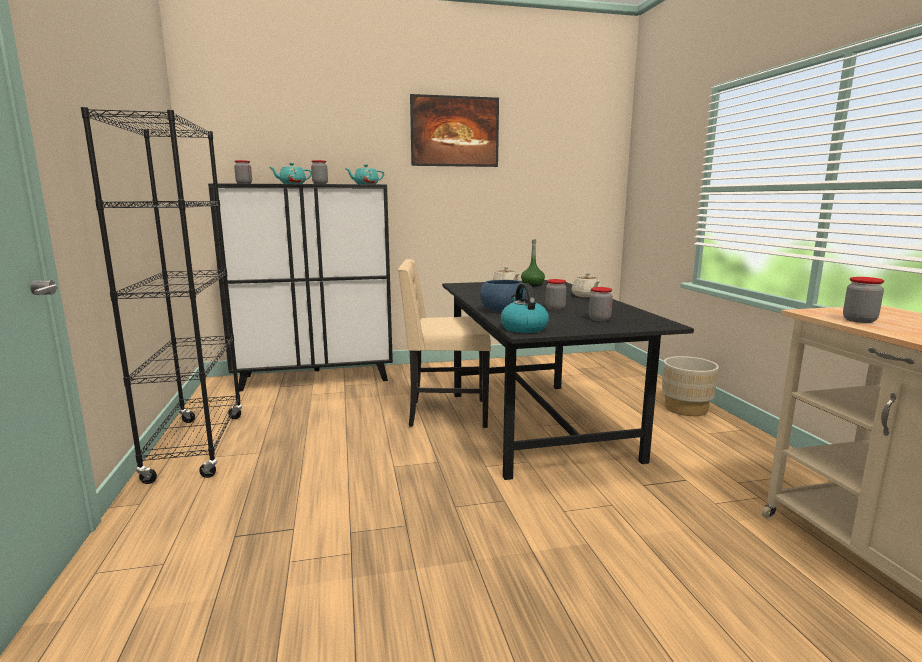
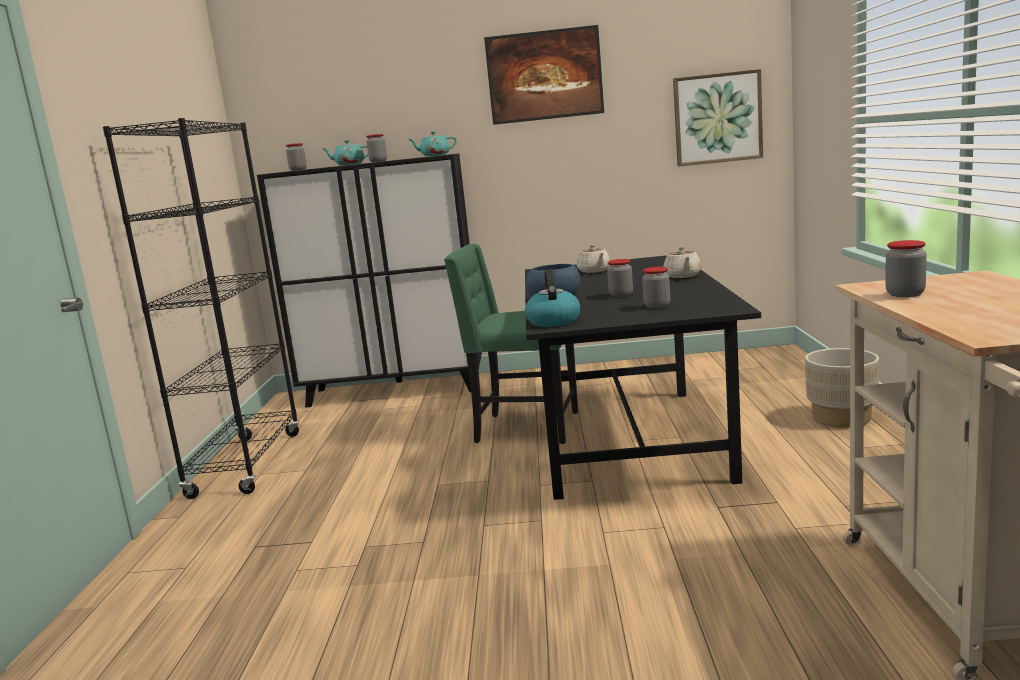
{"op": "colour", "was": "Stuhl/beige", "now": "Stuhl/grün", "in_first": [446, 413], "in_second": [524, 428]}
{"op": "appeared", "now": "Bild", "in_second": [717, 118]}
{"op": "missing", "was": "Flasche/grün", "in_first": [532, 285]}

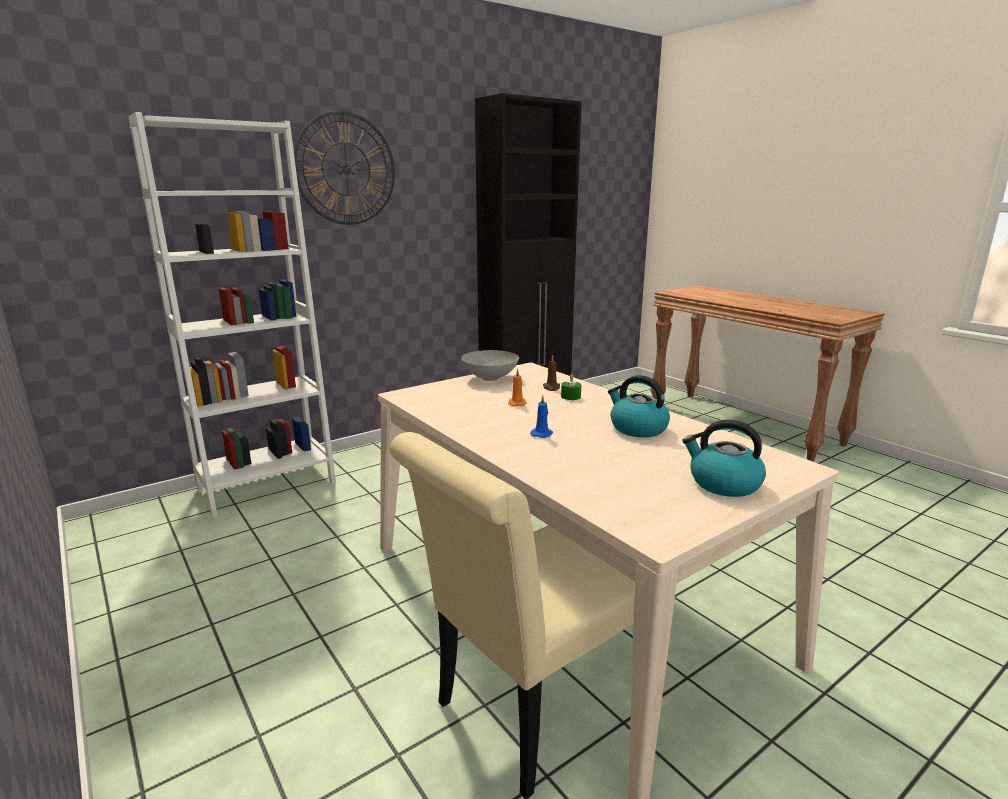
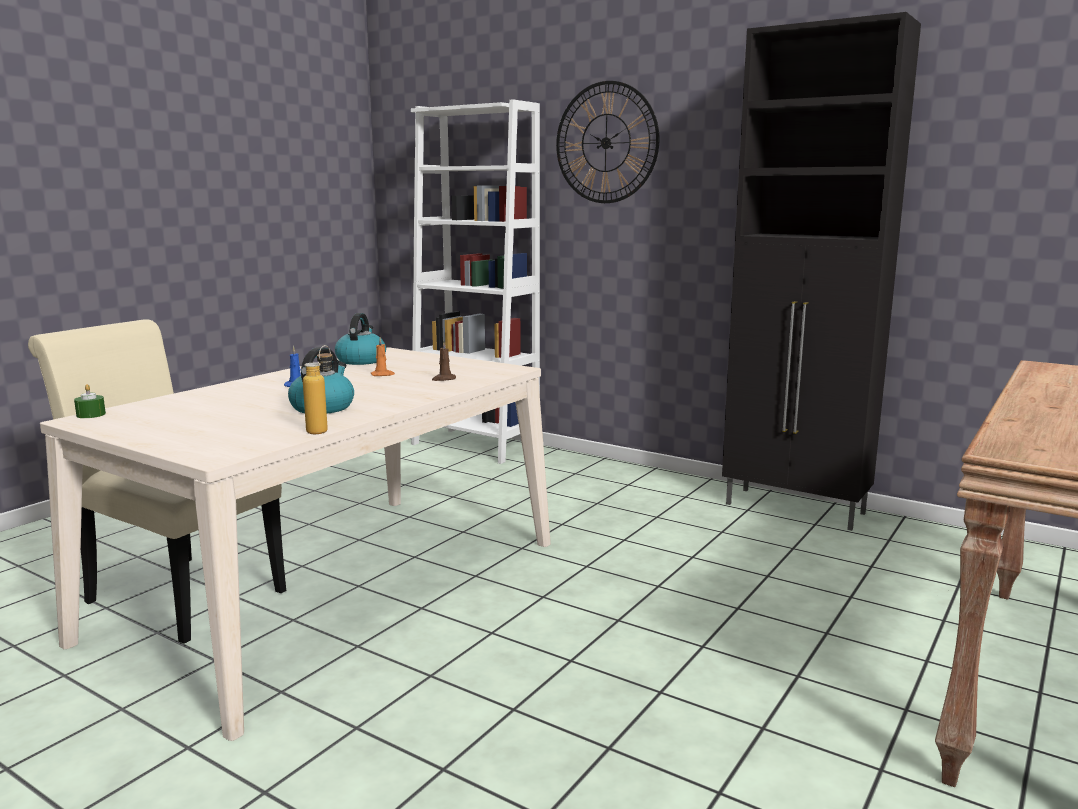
{"op": "relocated", "was": "Kerze/grün", "in_first": [570, 396], "in_second": [91, 414]}
{"op": "appeared", "now": "Flasche", "in_second": [322, 429]}
{"op": "relocated", "was": "Wasserkessel", "in_first": [723, 483], "in_second": [361, 360]}
{"op": "missing", "was": "Schüssel/grau", "in_first": [491, 378]}

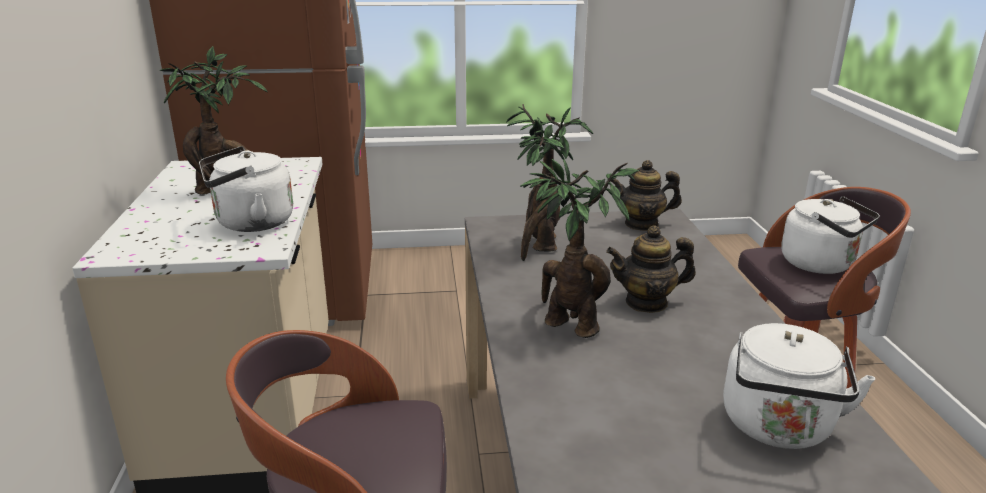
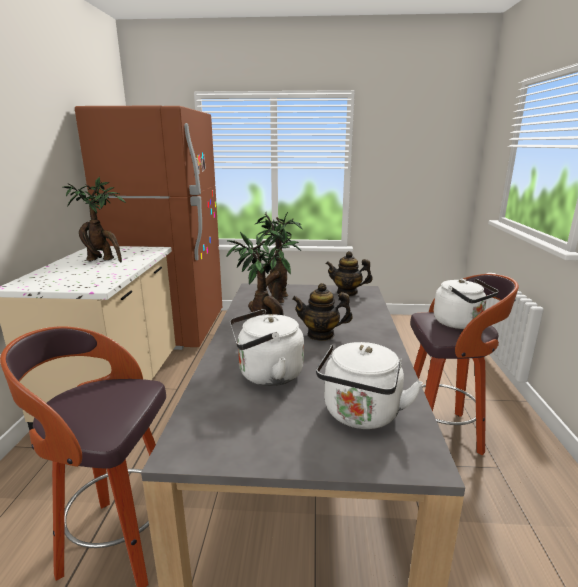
{"op": "relocated", "was": "Wasserkessel/weiß", "in_first": [250, 223], "in_second": [266, 375]}

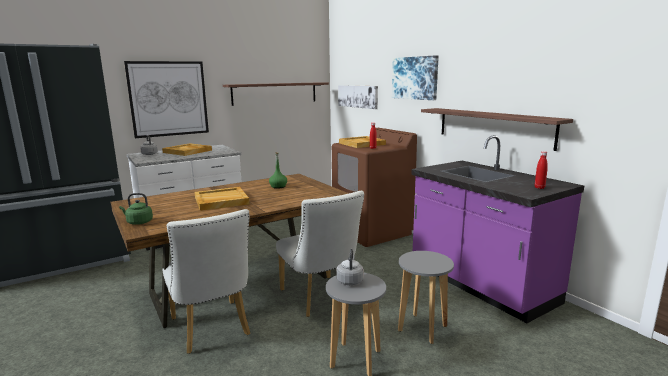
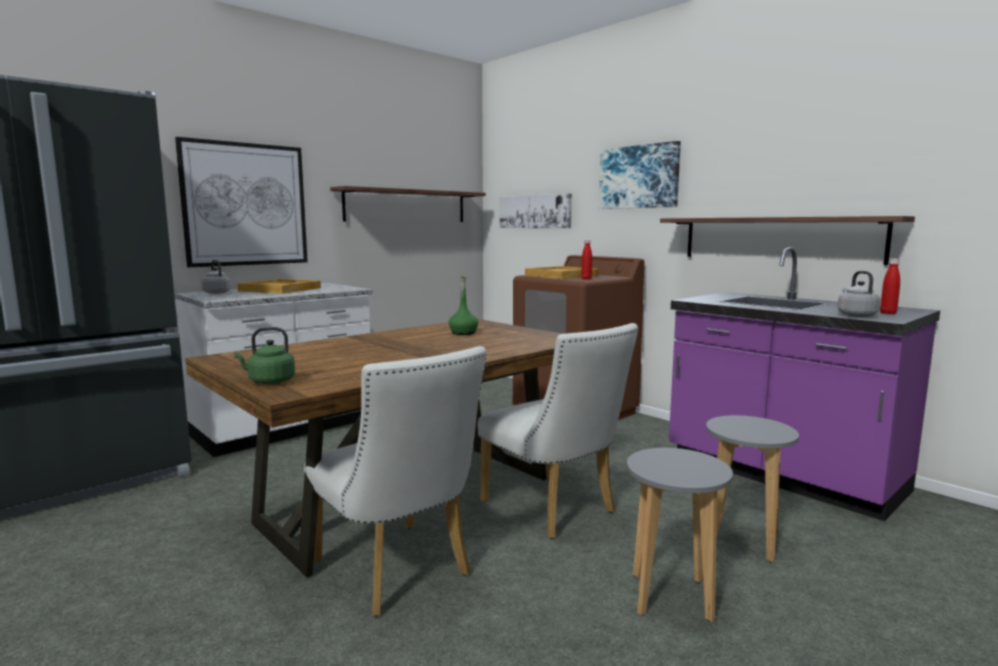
{"op": "relocated", "was": "Wasserkessel/grau", "in_first": [350, 280], "in_second": [855, 315]}
{"op": "missing", "was": "Tablett/beige", "in_first": [221, 201]}

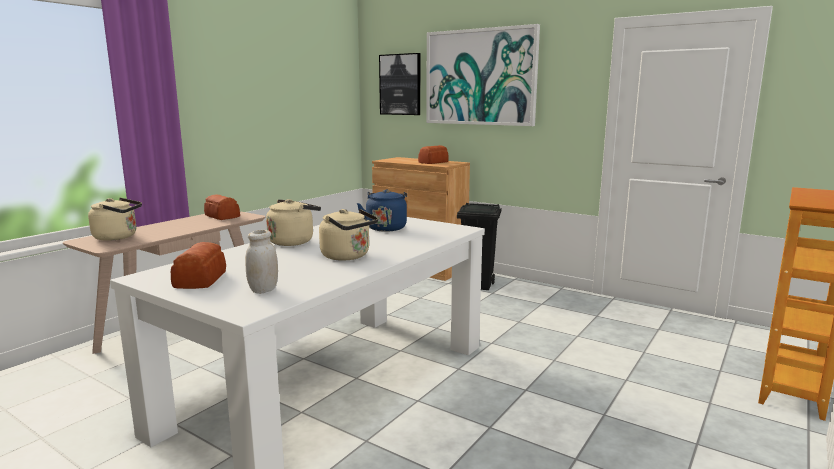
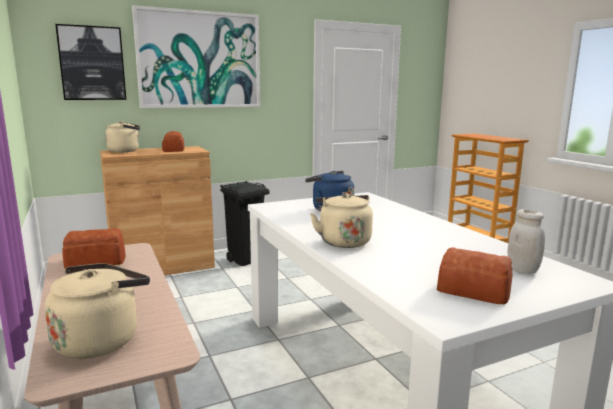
{"op": "relocated", "was": "Wasserkessel/beige", "in_first": [348, 256], "in_second": [126, 151]}

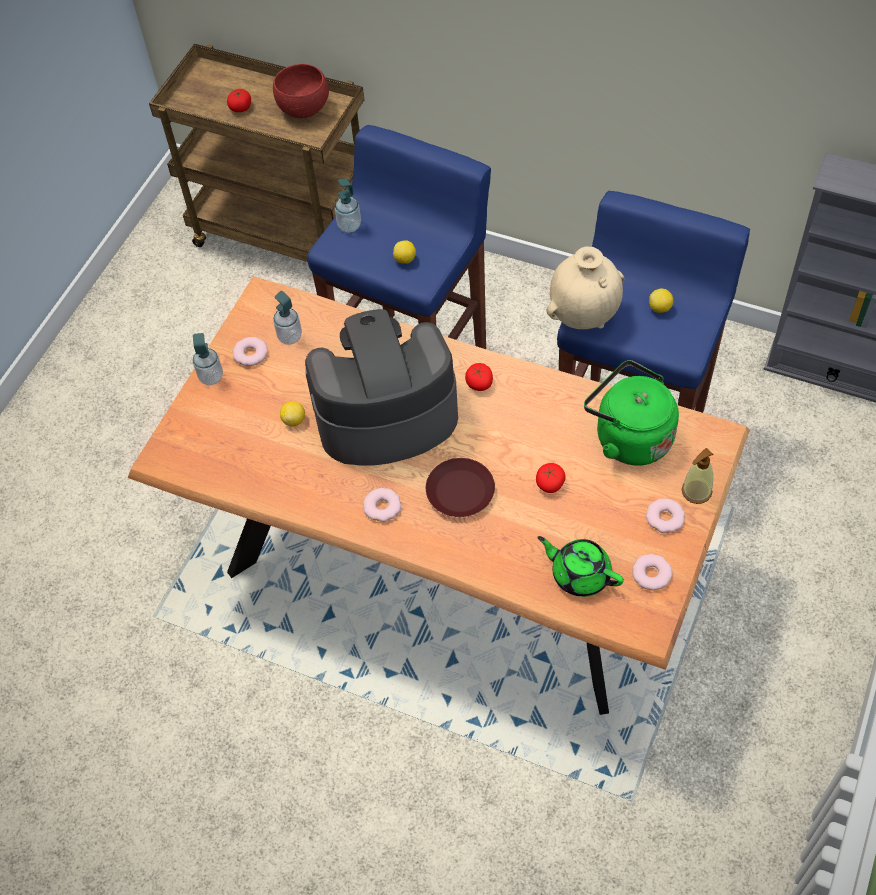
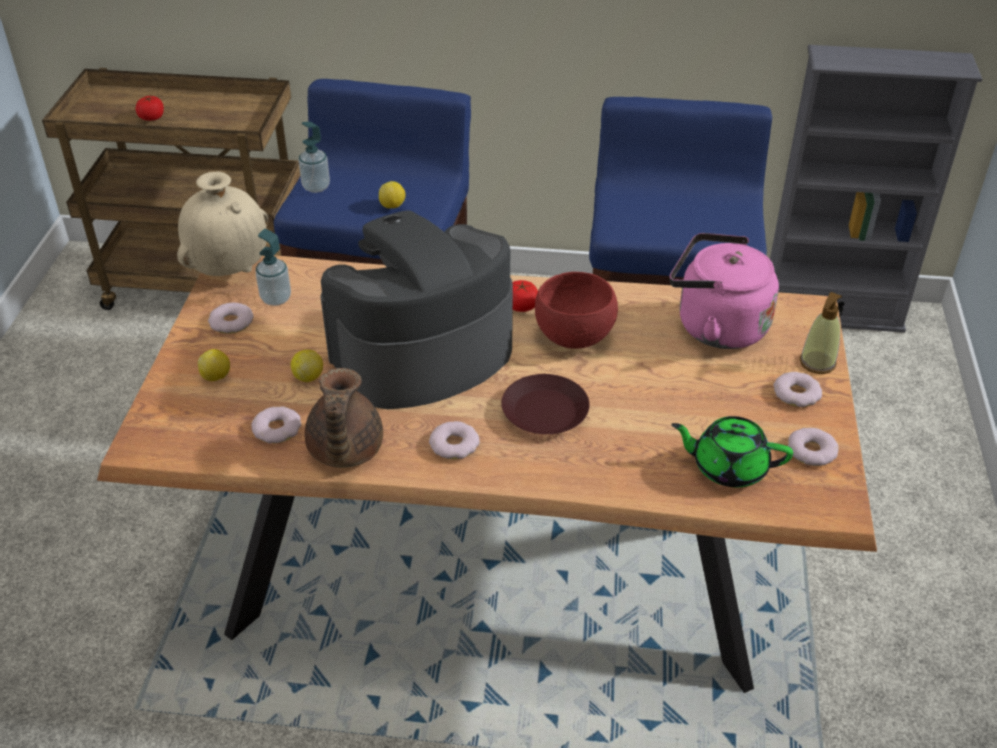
{"op": "relocated", "was": "Vase/beige", "in_first": [584, 316], "in_second": [230, 270]}
{"op": "relocated", "was": "Zitrone", "in_first": [660, 308], "in_second": [216, 377]}
{"op": "appeared", "now": "Donut", "in_second": [277, 429]}
{"op": "appeared", "now": "Teekanne/braun", "in_second": [344, 451]}
{"op": "relocated", "was": "Schüssel/rot", "in_first": [304, 108], "in_second": [575, 336]}
{"op": "colour", "was": "Wasserkessel/grün", "now": "Wasserkessel/rosa", "in_first": [629, 437], "in_second": [715, 326]}
{"op": "missing", "was": "Seifenspender", "in_first": [211, 377]}
{"op": "missing", "was": "Tomate", "in_first": [549, 483]}

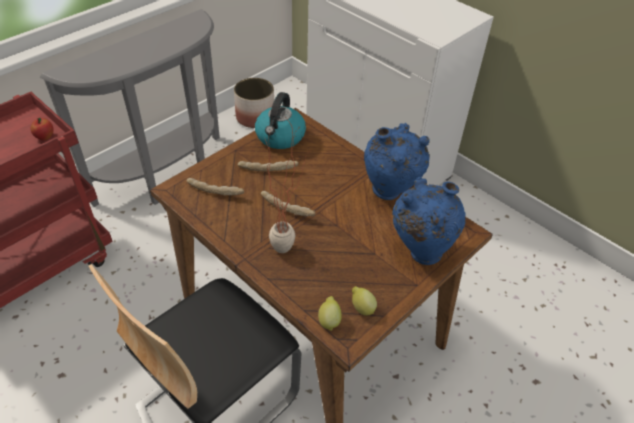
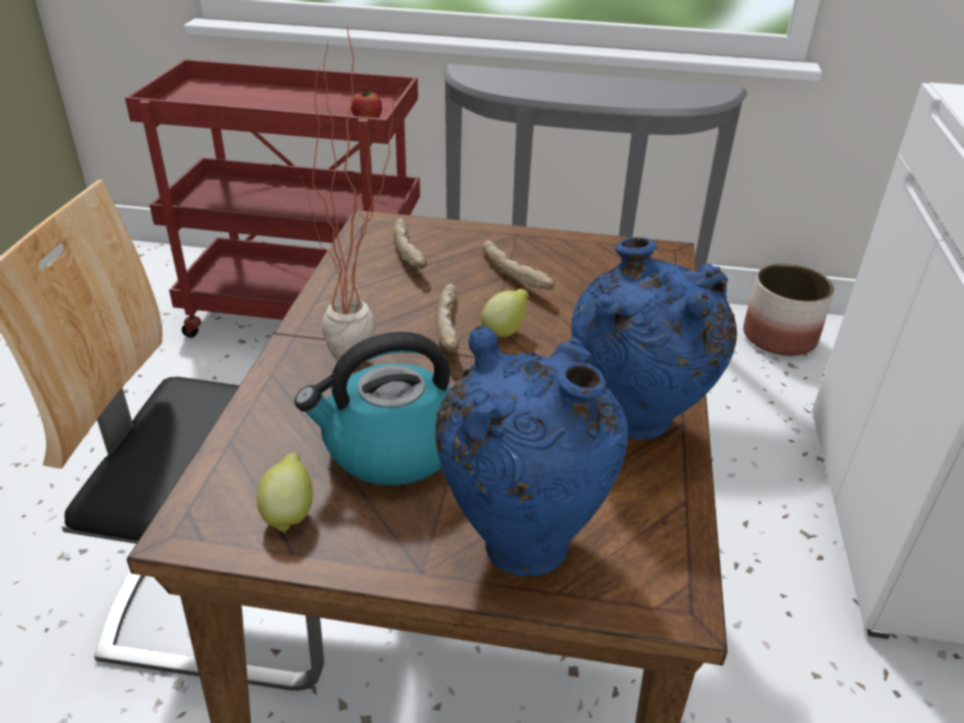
{"op": "relocated", "was": "Wasserkessel", "in_first": [280, 137], "in_second": [391, 448]}
{"op": "relocated", "was": "Zitrone", "in_first": [329, 320], "in_second": [505, 331]}

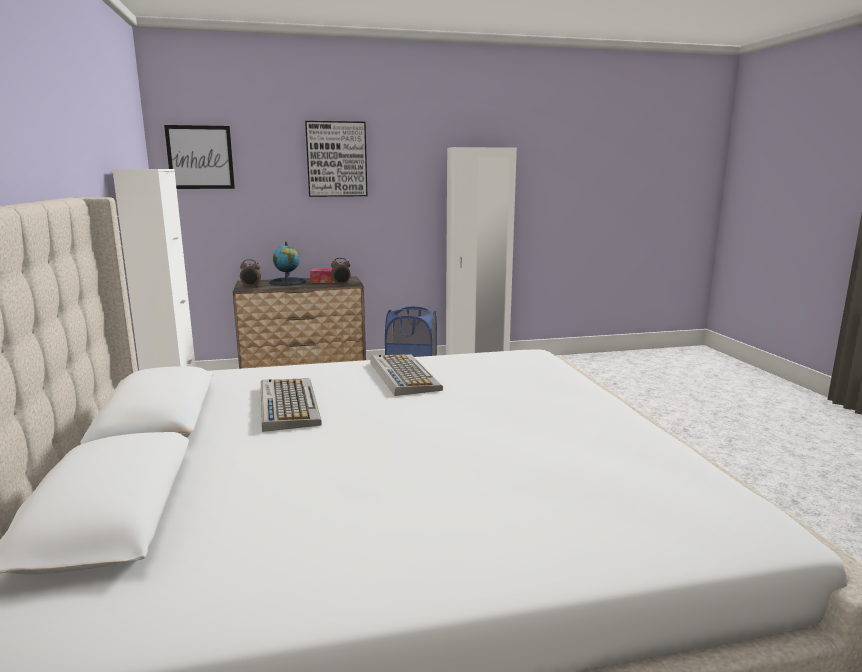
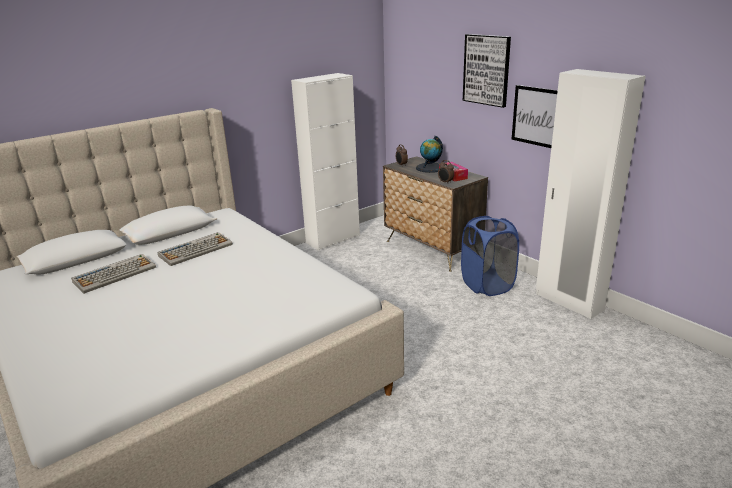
{"op": "relocated", "was": "Tastatur", "in_first": [403, 375], "in_second": [115, 274]}
{"op": "relocated", "was": "Bild", "in_first": [200, 157], "in_second": [537, 116]}

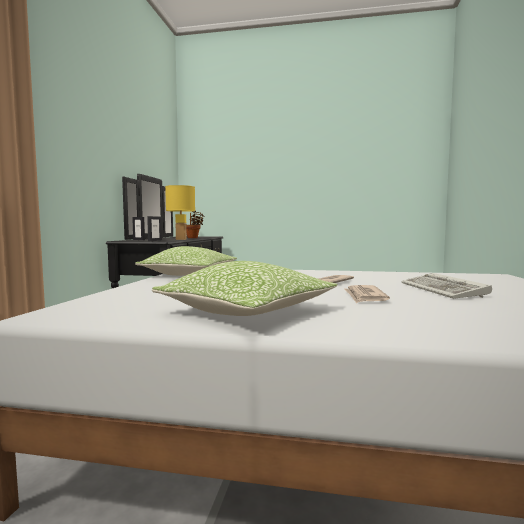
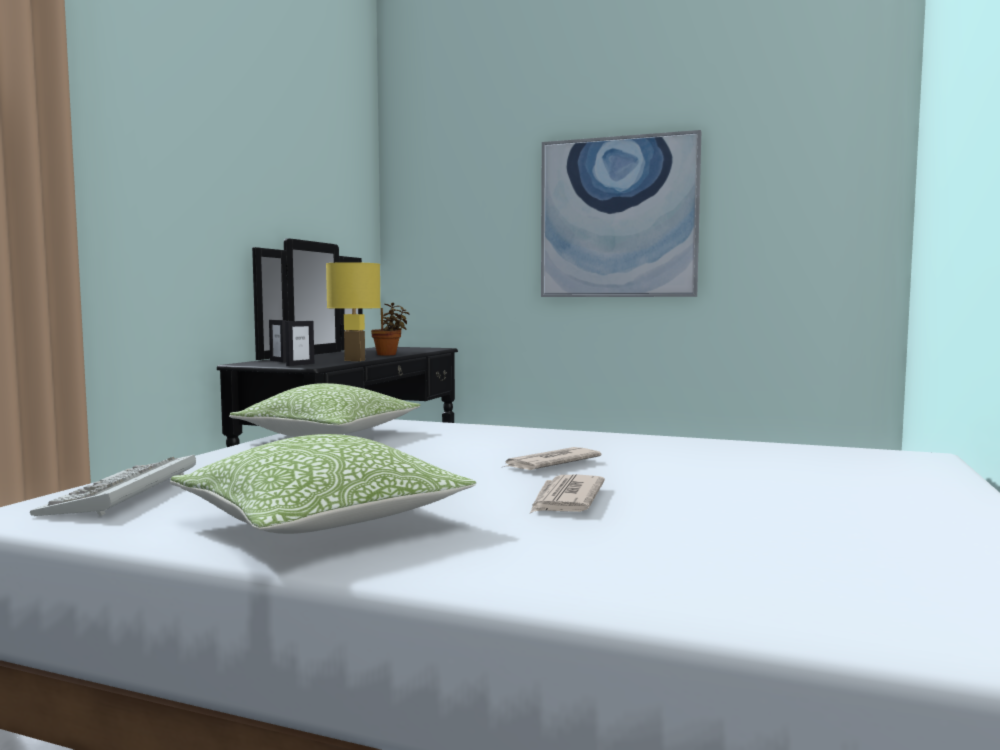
{"op": "relocated", "was": "Tastatur", "in_first": [444, 290], "in_second": [123, 494]}
{"op": "appeared", "now": "Bild", "in_second": [618, 218]}

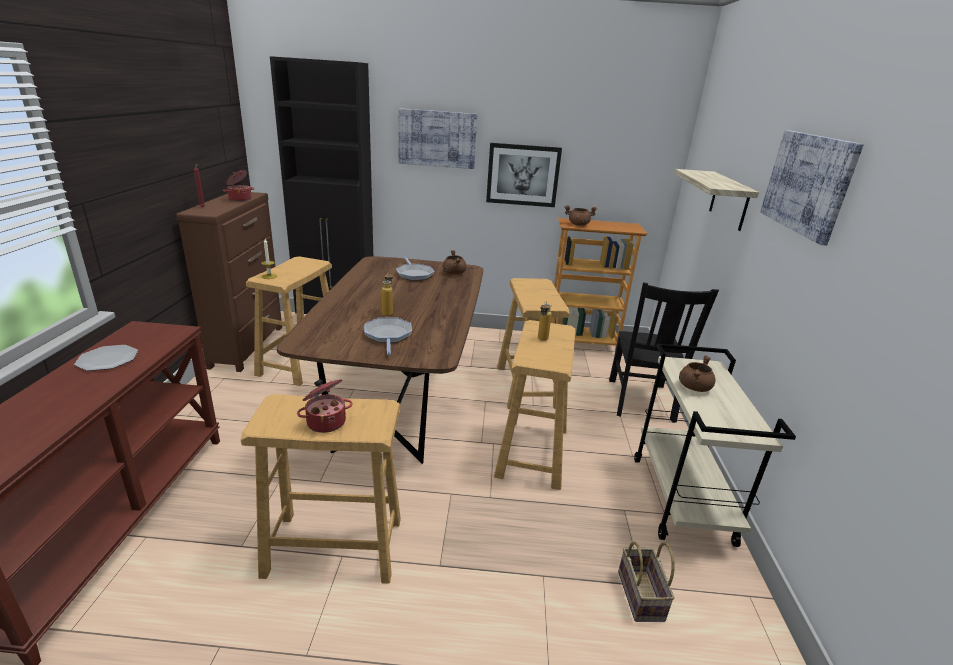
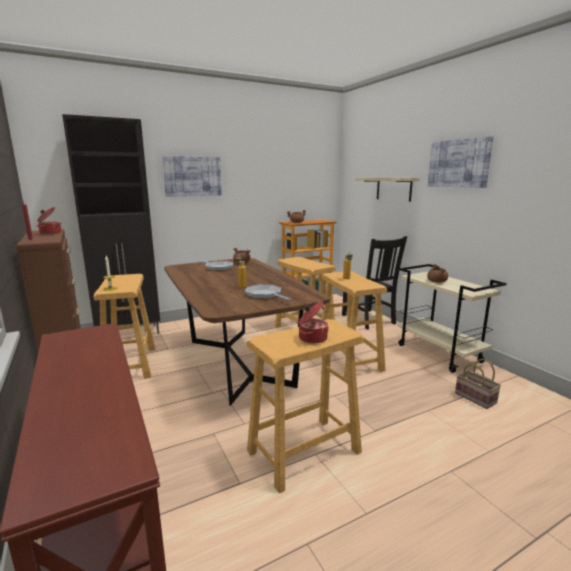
{"op": "missing", "was": "Teller", "in_first": [108, 359]}
{"op": "missing", "was": "Bild", "in_first": [523, 175]}

